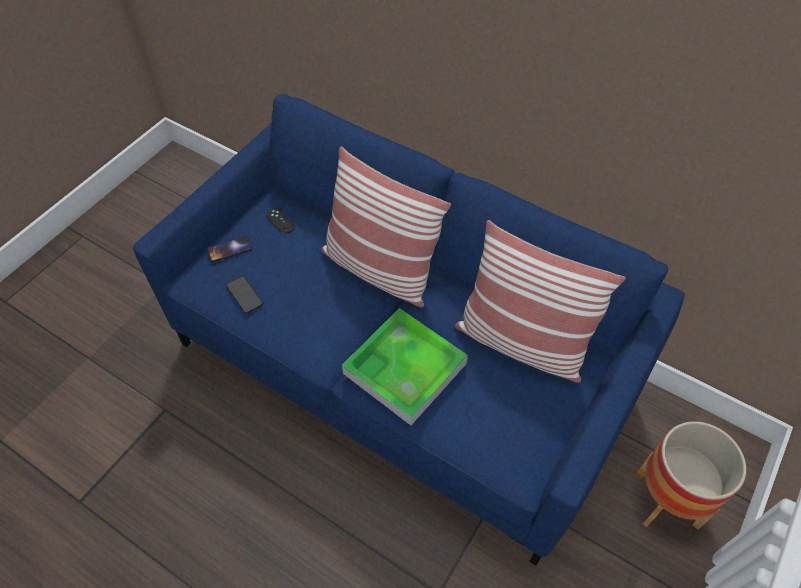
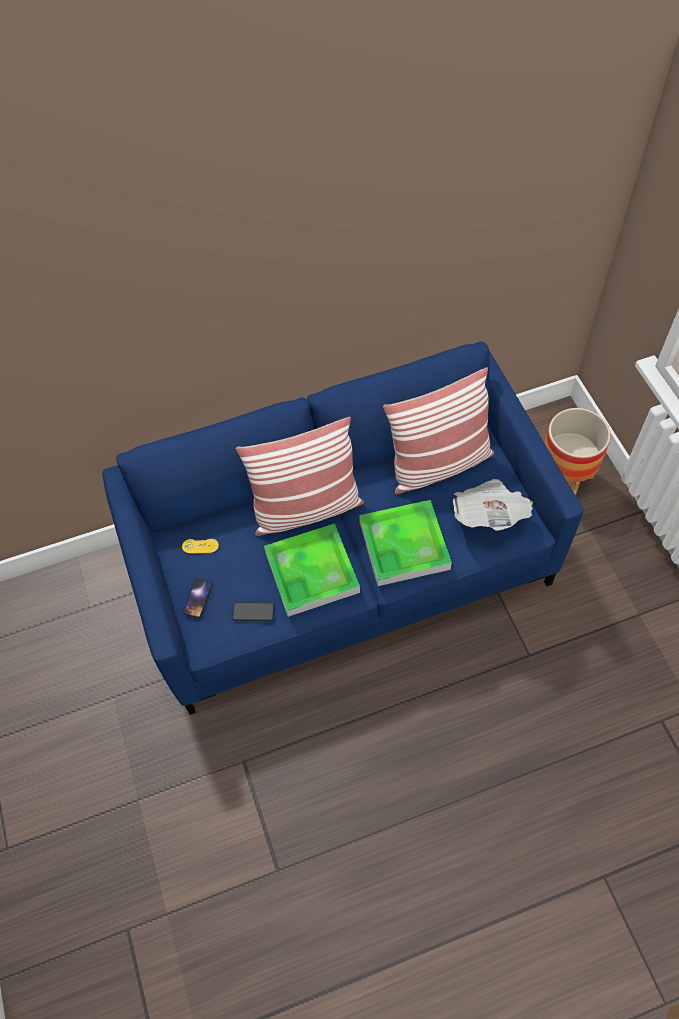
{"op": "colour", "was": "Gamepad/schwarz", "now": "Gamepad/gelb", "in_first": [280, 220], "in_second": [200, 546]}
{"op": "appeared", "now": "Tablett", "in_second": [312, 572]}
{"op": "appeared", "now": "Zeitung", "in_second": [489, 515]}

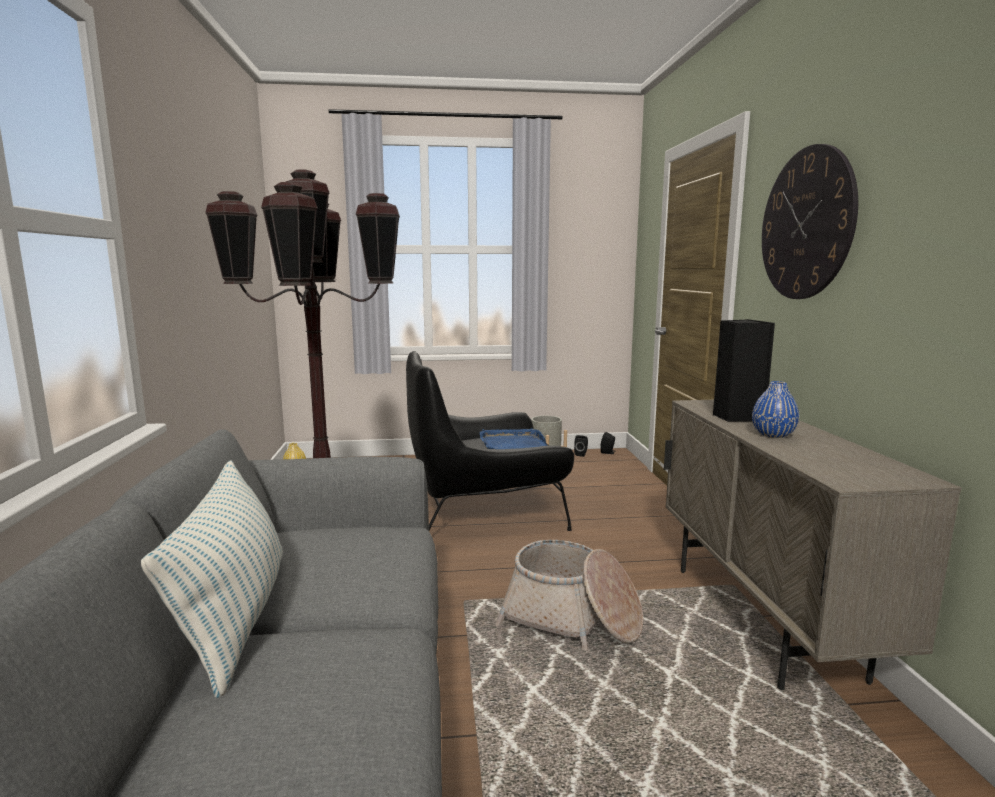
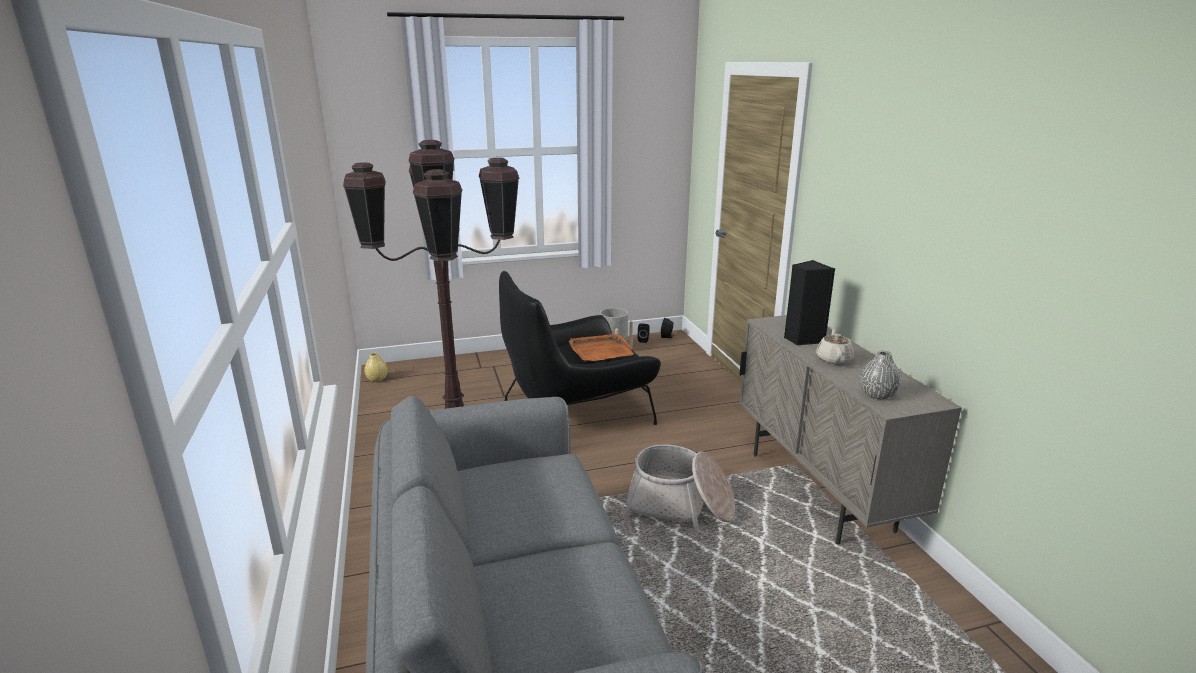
{"op": "colour", "was": "Tablett/blau", "now": "Tablett/orange", "in_first": [512, 443], "in_second": [600, 351]}
{"op": "exchanged", "was": "Vase/blau", "now": "Teekanne/beige", "in_first": [773, 435], "in_second": [833, 359]}
{"op": "appeared", "now": "Vase/grau", "in_second": [877, 395]}
{"op": "missing", "was": "Kissen", "in_first": [235, 617]}
{"op": "missing", "was": "Wanduhr", "in_first": [806, 224]}

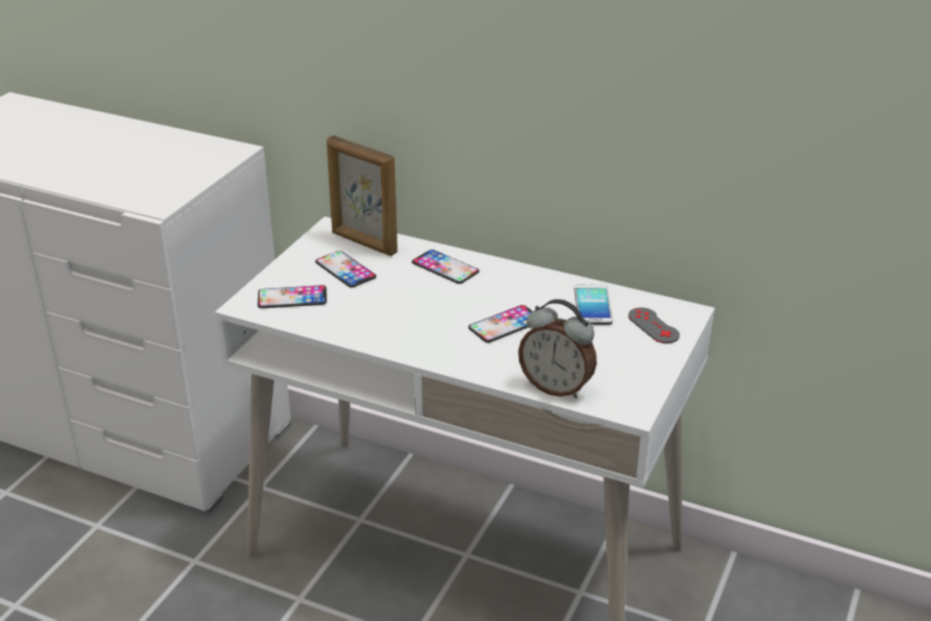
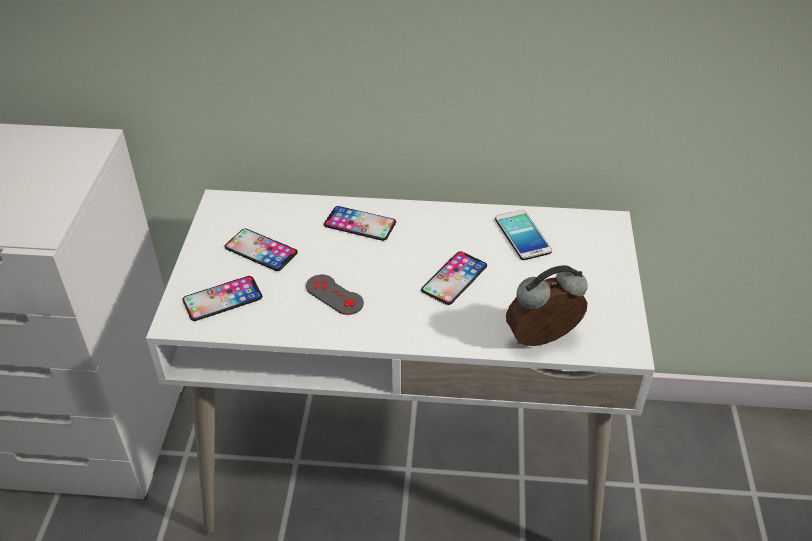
{"op": "relocated", "was": "Gamepad/grau", "in_first": [653, 326], "in_second": [334, 295]}
{"op": "spun", "was": "Wecker", "in_first": [556, 387], "in_second": [543, 341], "clockwise": 150}
{"op": "missing", "was": "Bilderrahmen", "in_first": [363, 243]}

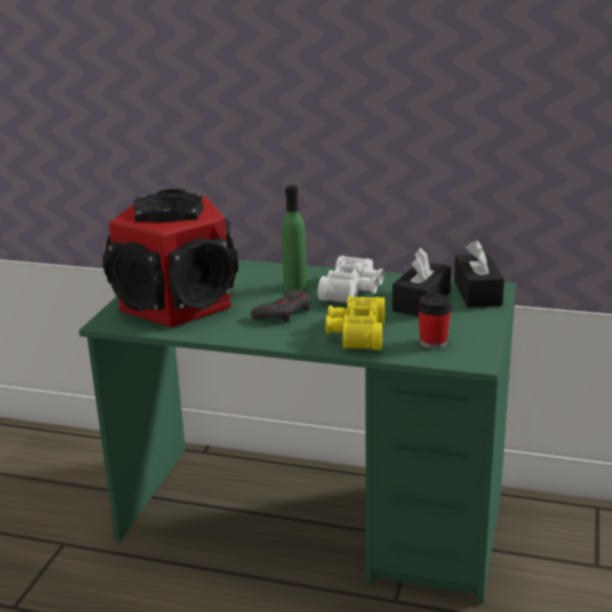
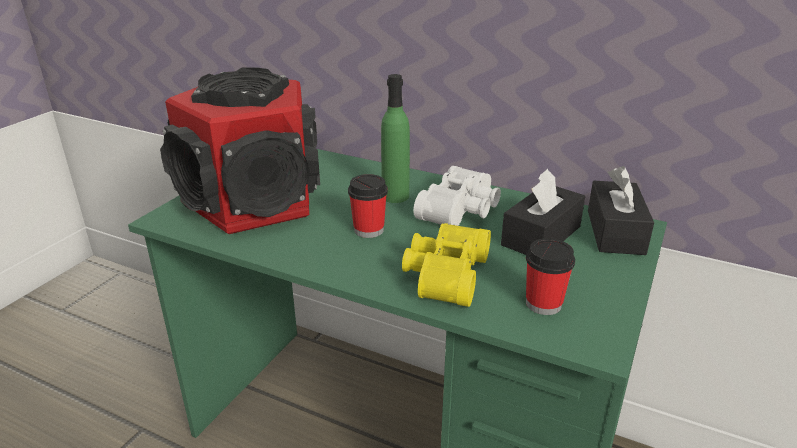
{"op": "exchanged", "was": "Gamepad/grau", "now": "Tasse", "in_first": [284, 312], "in_second": [369, 230]}

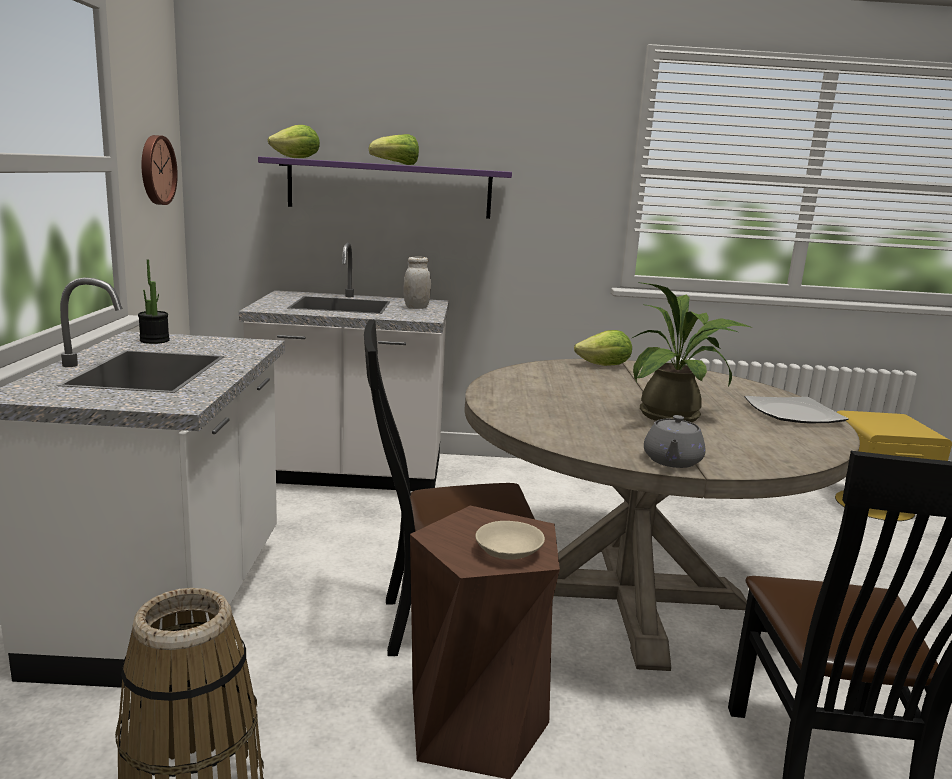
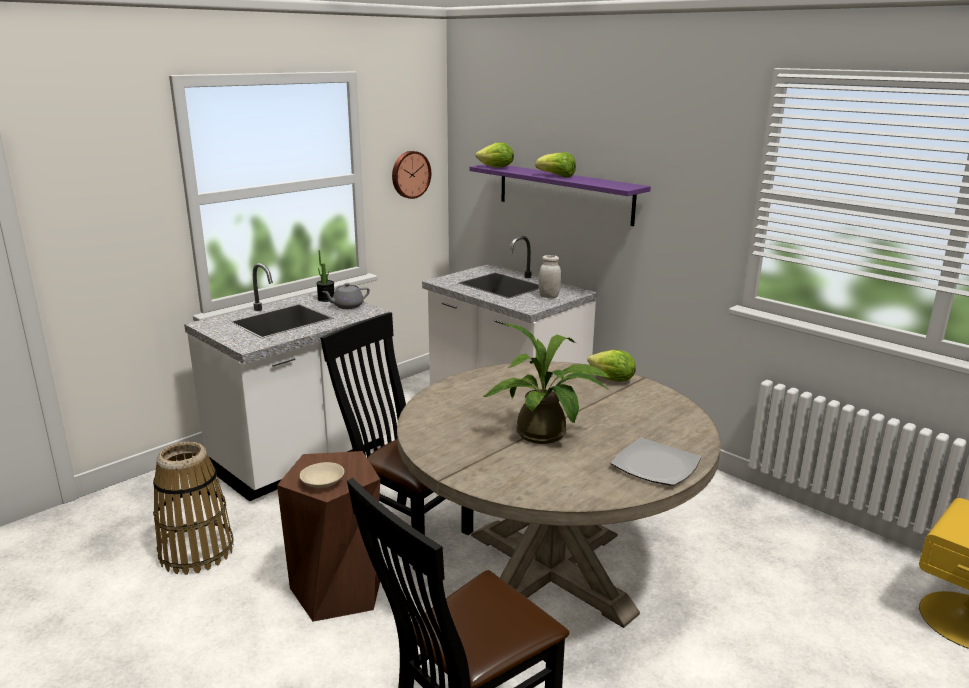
{"op": "relocated", "was": "Teekanne/grau", "in_first": [672, 461], "in_second": [347, 306]}

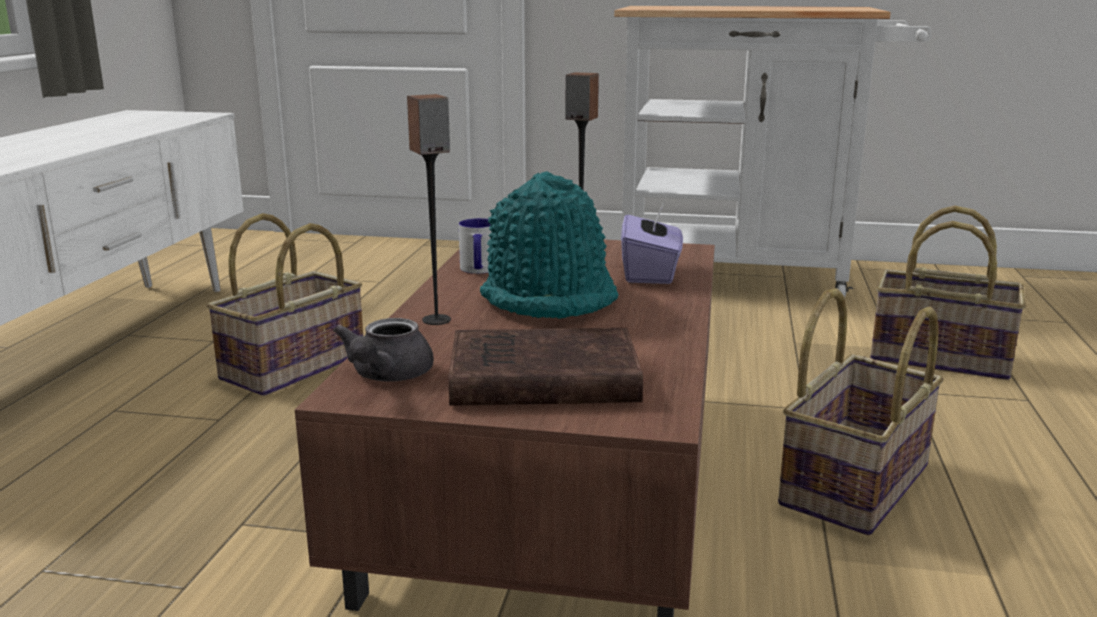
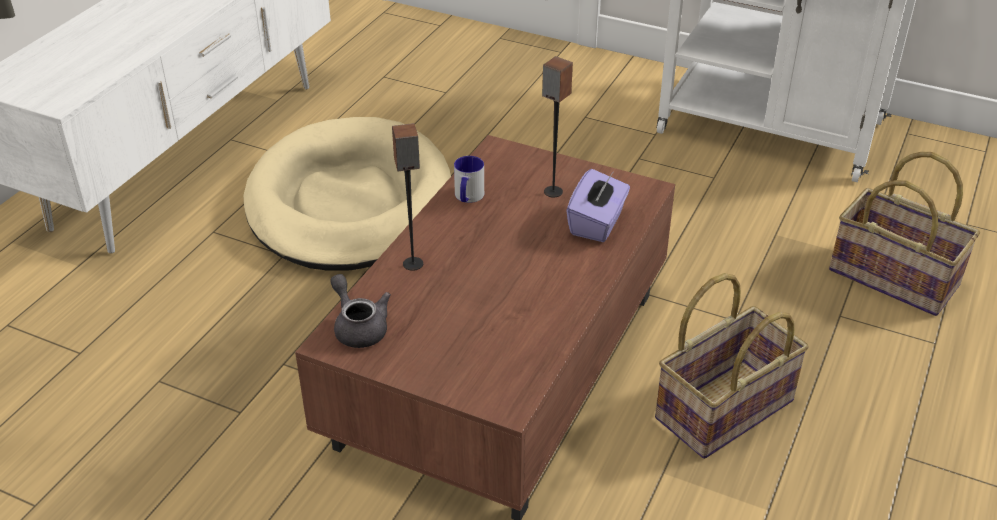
{"op": "exchanged", "was": "Korb", "now": "Hundebett/beige", "in_first": [294, 367], "in_second": [349, 202]}
{"op": "spun", "was": "Teekanne/grau", "in_first": [386, 376], "in_second": [359, 327], "clockwise": 120}
{"op": "missing", "was": "Buch/braun", "in_first": [537, 380]}
{"op": "missing", "was": "Hut/türkis", "in_first": [549, 297]}

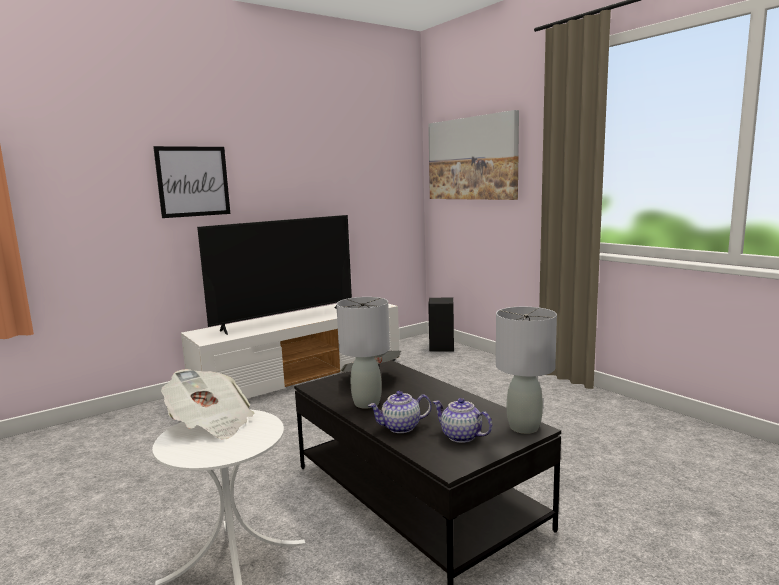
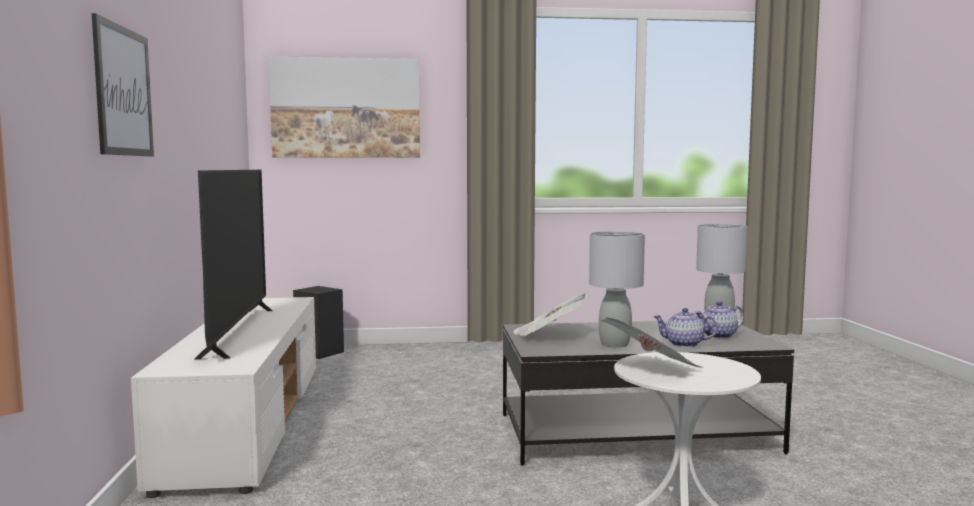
{"op": "spun", "was": "Teekanne", "in_first": [400, 427], "in_second": [683, 344], "clockwise": 90}

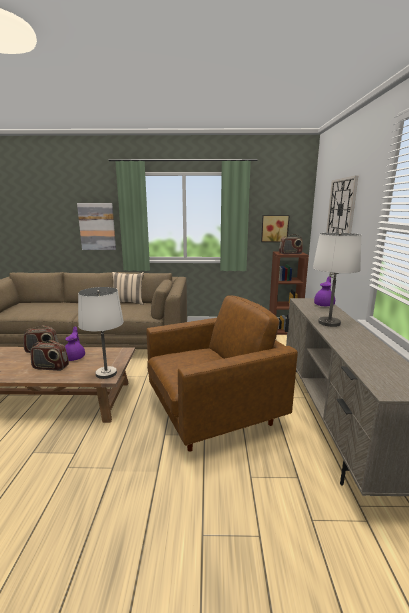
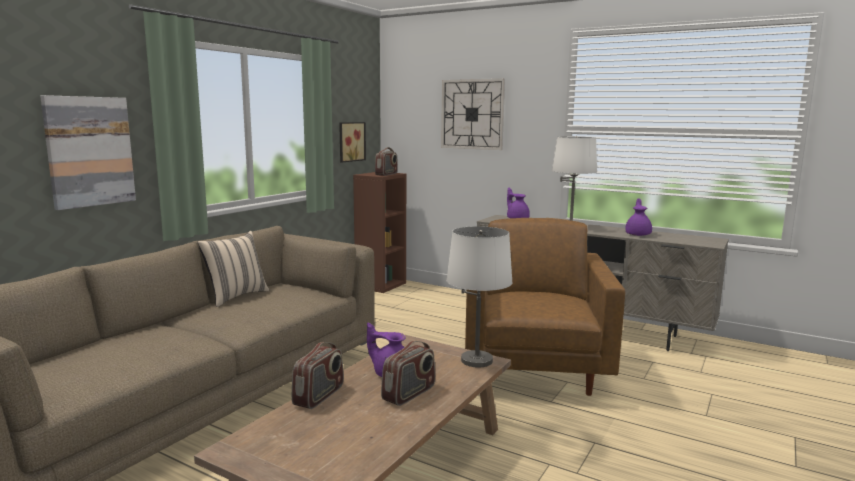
{"op": "appeared", "now": "Teekanne/lila", "in_second": [638, 234]}

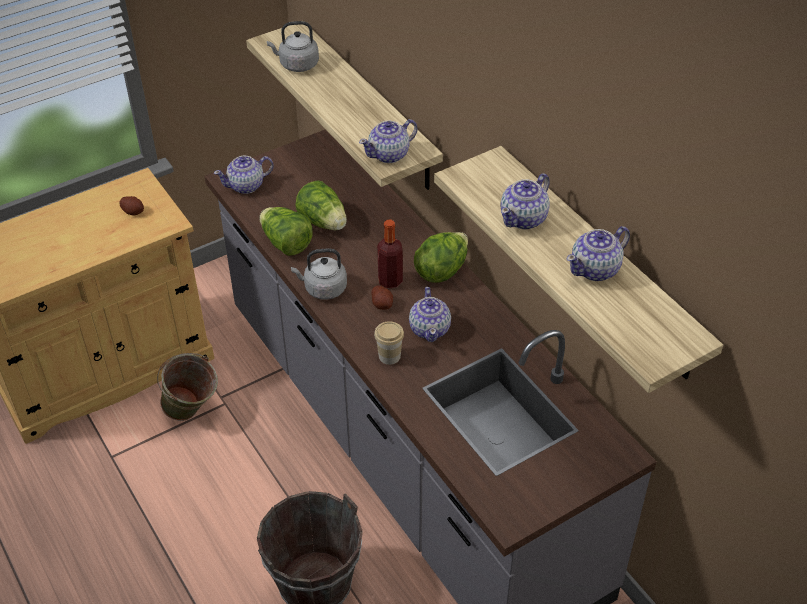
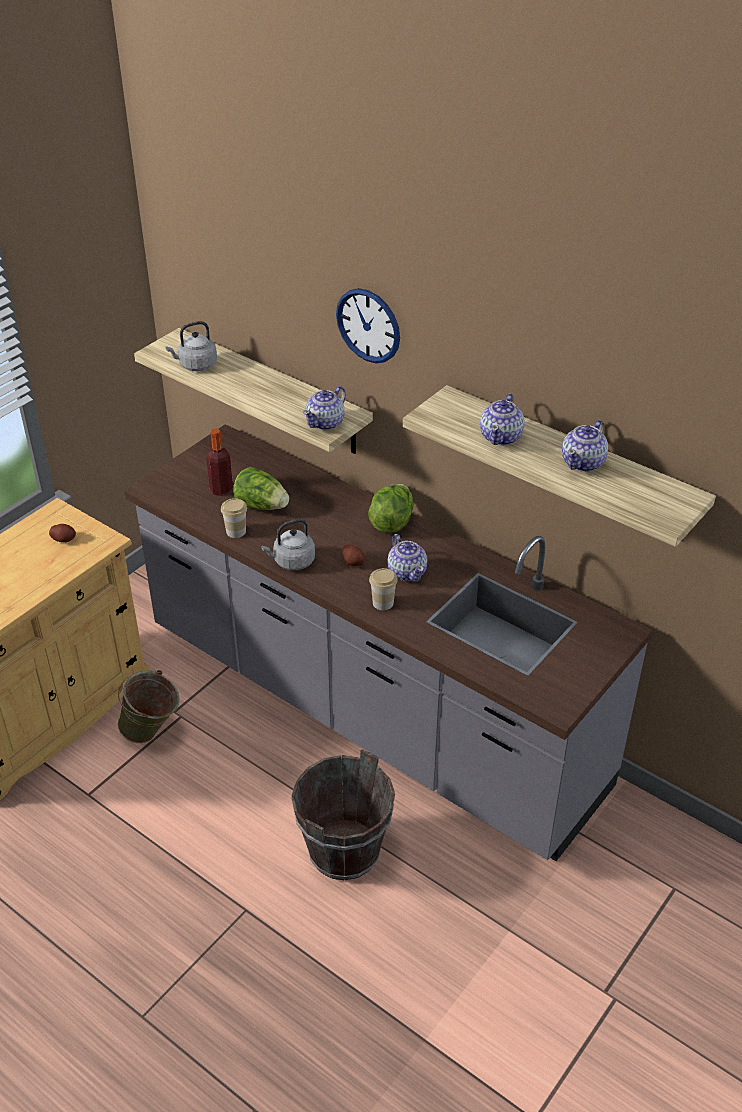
{"op": "relocated", "was": "Flasche", "in_first": [390, 281], "in_second": [221, 489]}
{"op": "exchanged", "was": "Salatkopf", "now": "Tasse", "in_first": [286, 243], "in_second": [236, 531]}
{"op": "appeared", "now": "Wanduhr", "in_second": [368, 325]}
{"op": "missing", "was": "Teekanne", "in_first": [246, 186]}

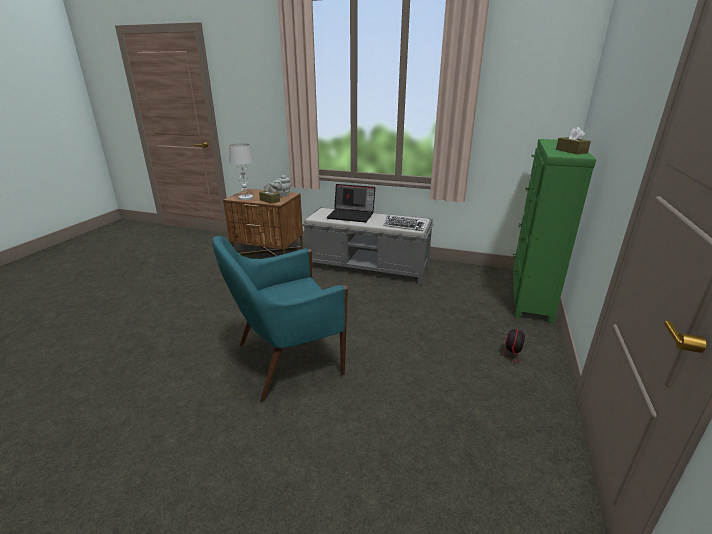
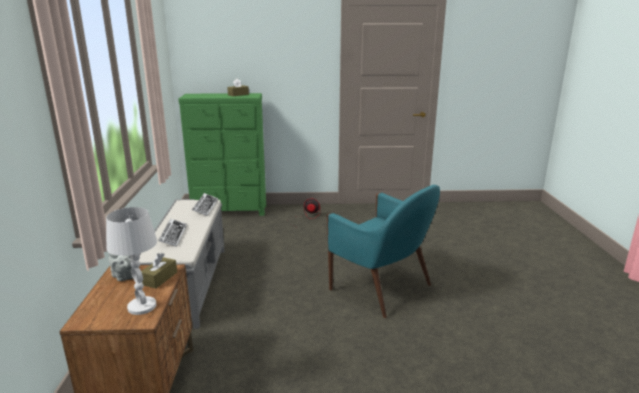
{"op": "exchanged", "was": "Laptop", "now": "Tastatur", "in_first": [351, 215], "in_second": [173, 235]}

